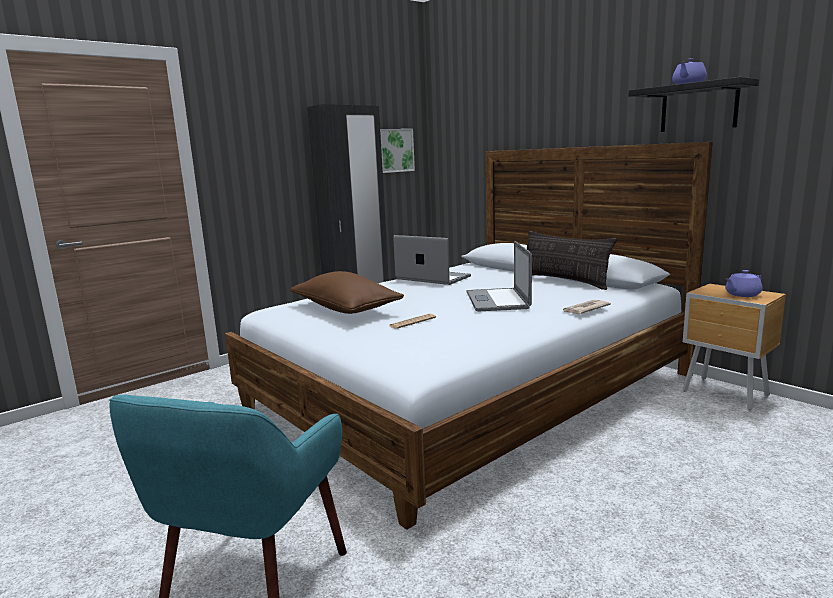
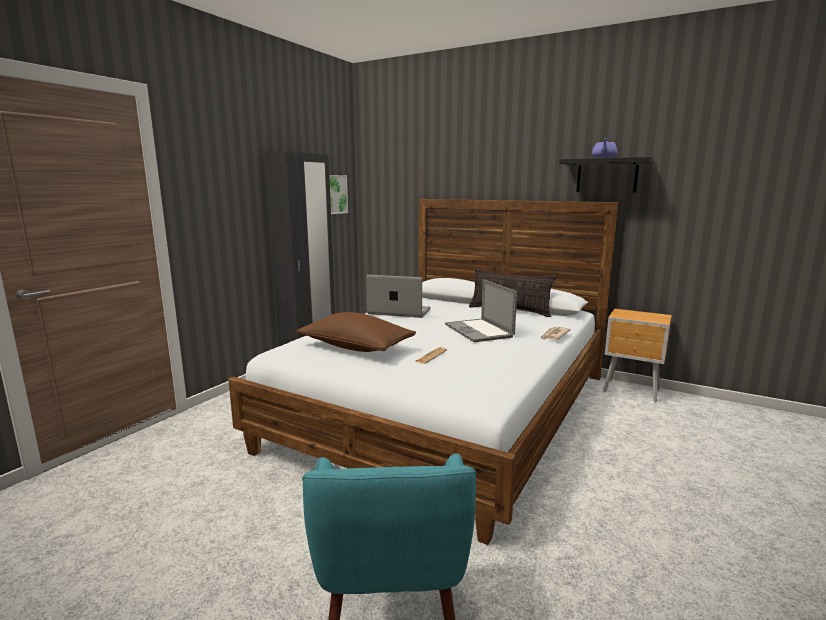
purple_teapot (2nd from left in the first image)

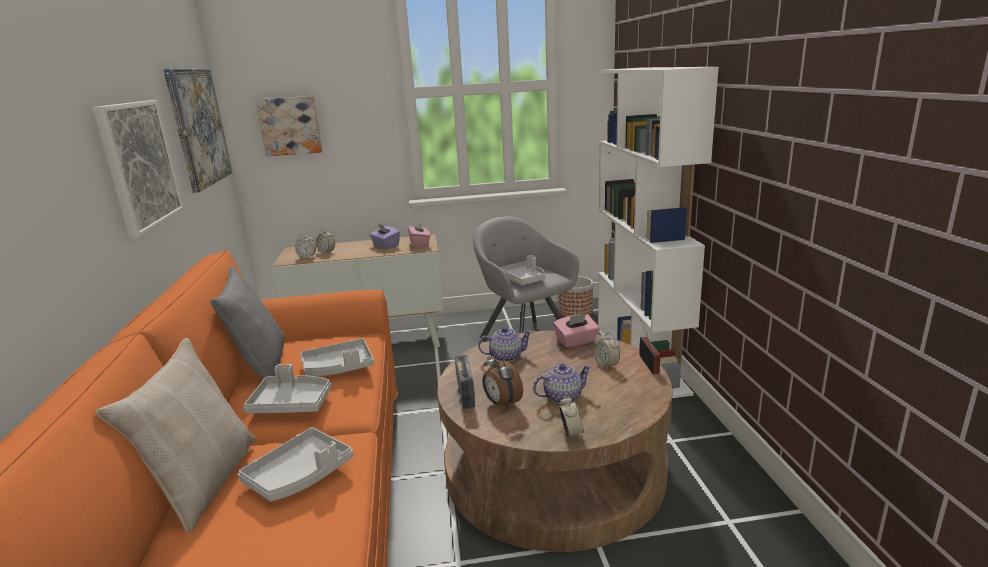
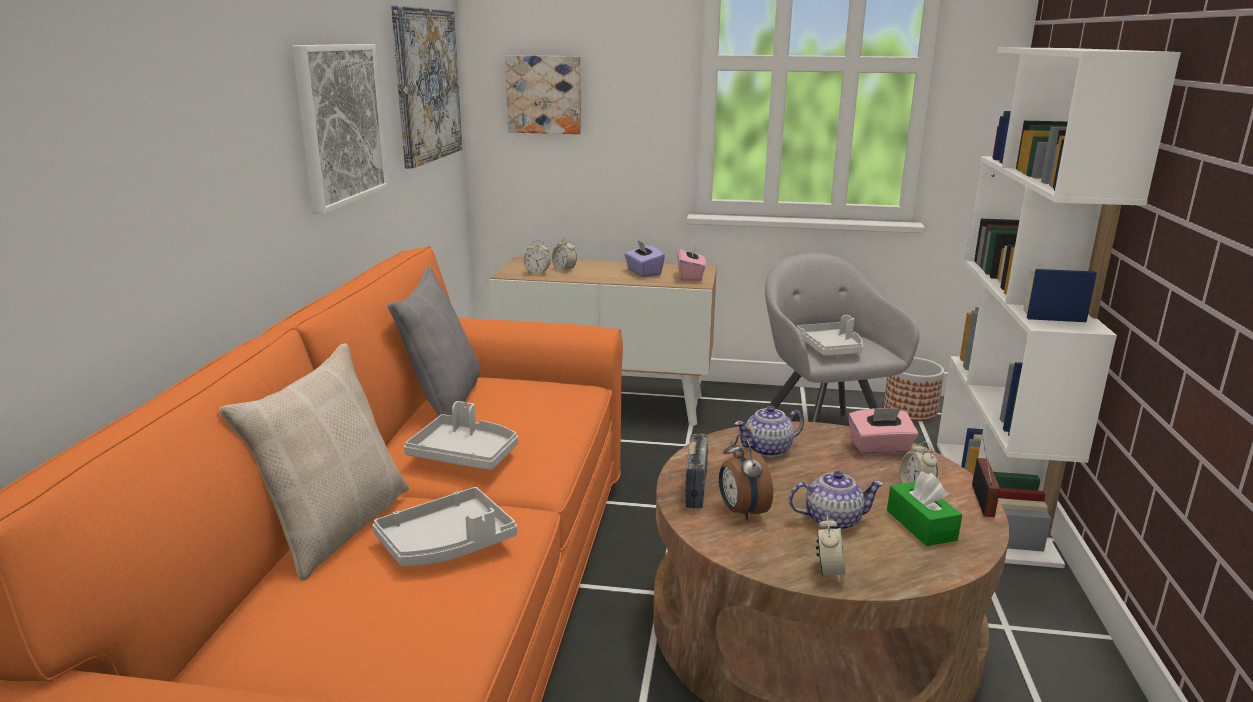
teapot (1st from left)
green_tissue_box
grey_tray (3rd from left in the first image)

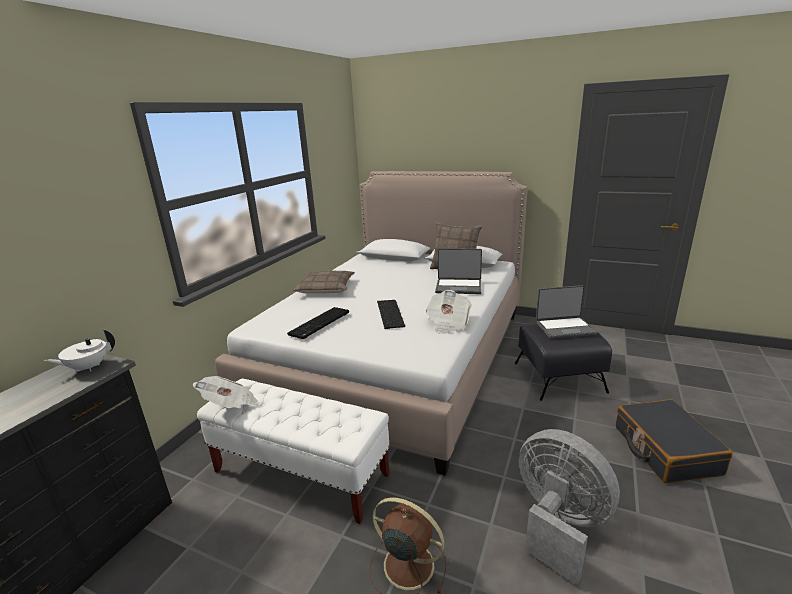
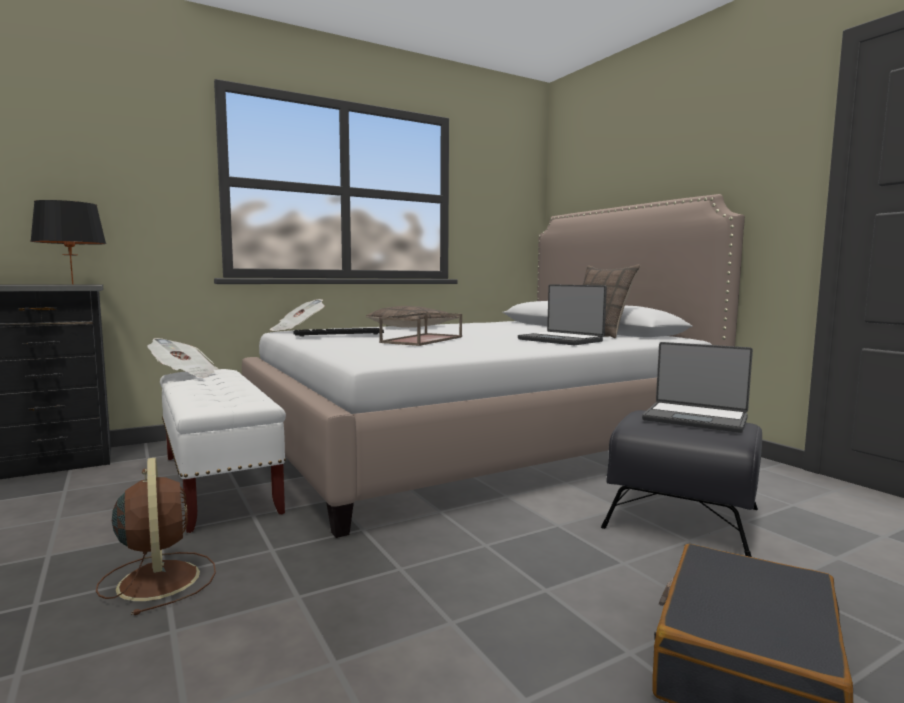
black_table_lamp
newspaper (2nd from left)
brown_tray
grey_fan

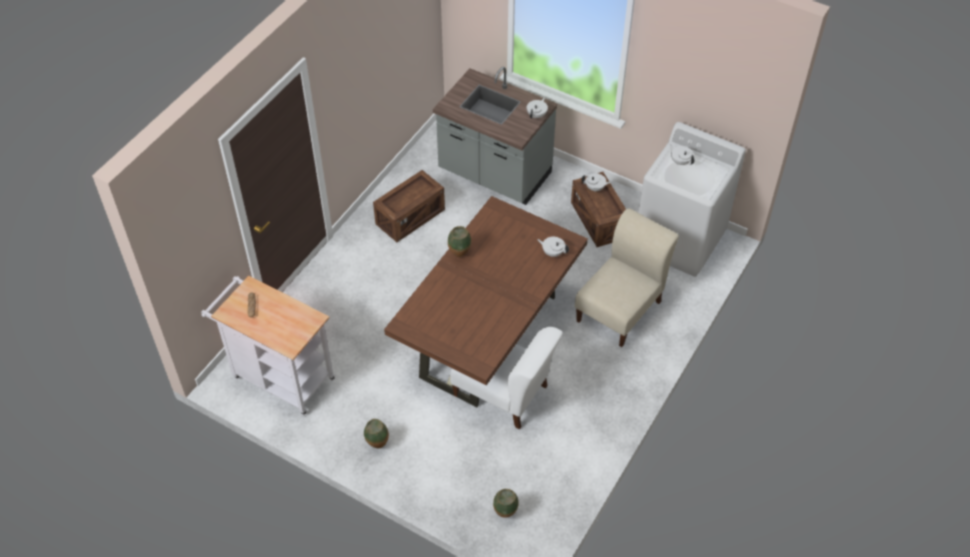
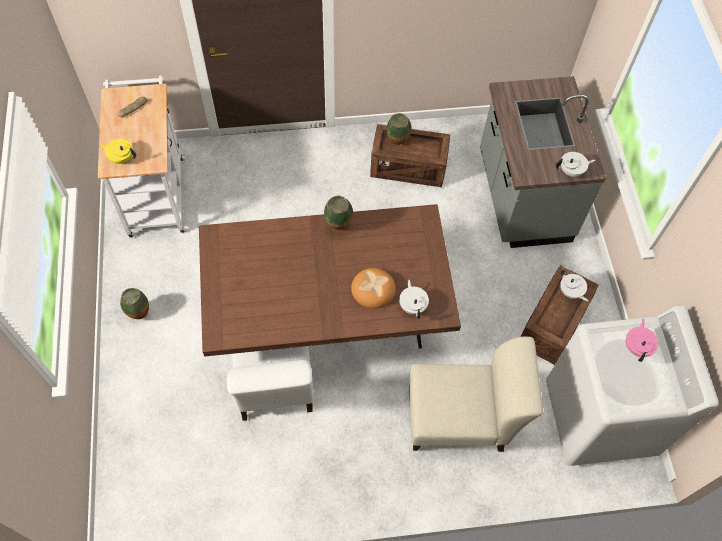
yellow_teapot
bread (2nd from left)
vase (3rd from left)
pink_teapot

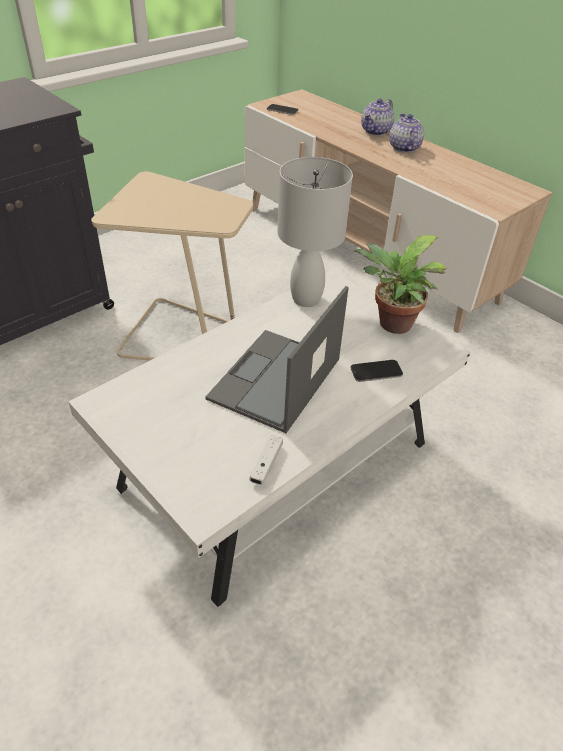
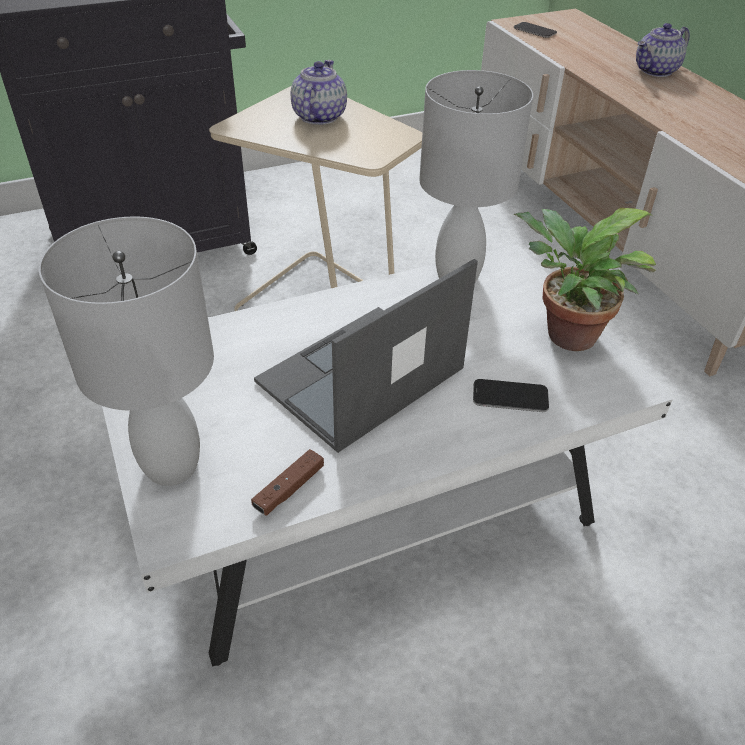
white_table_lamp (1st from left)
brown_game_controller
teapot (1st from left)

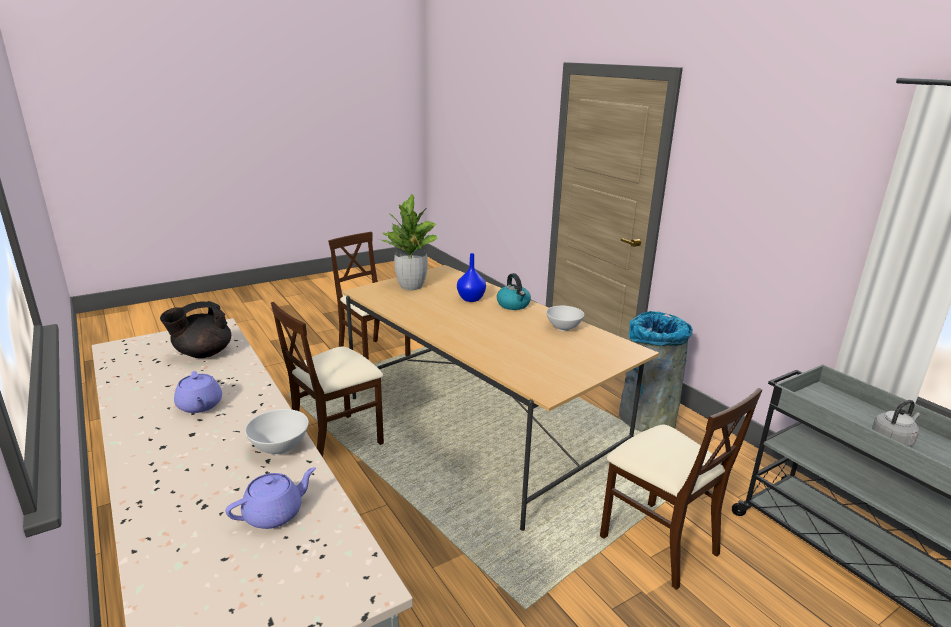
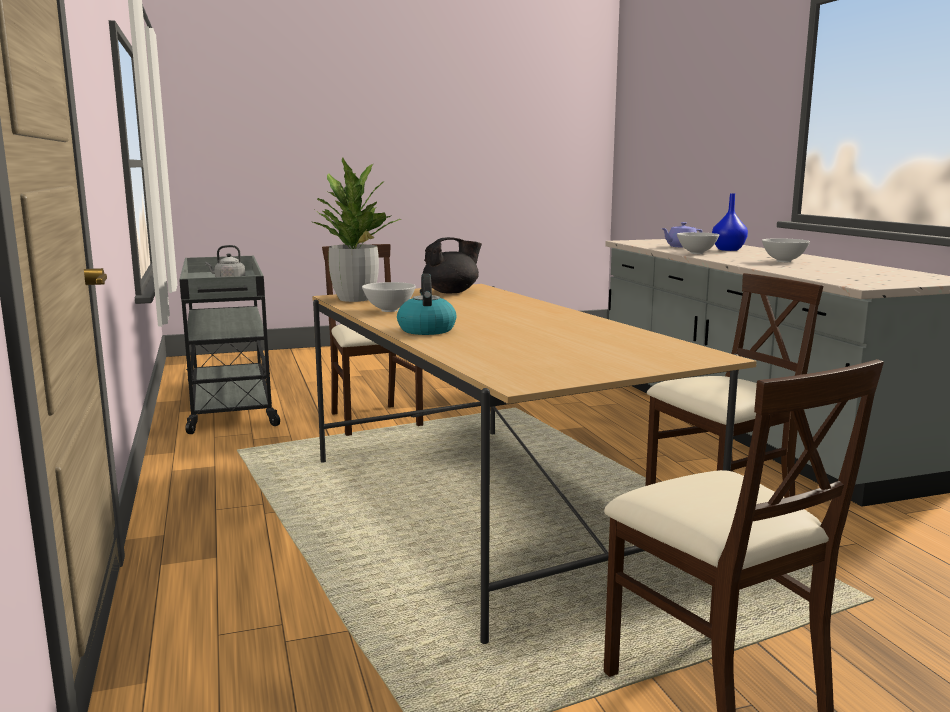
potted_plant
black_teapot
blue_vase
white_bowl (3rd from left)
grey_trash_can

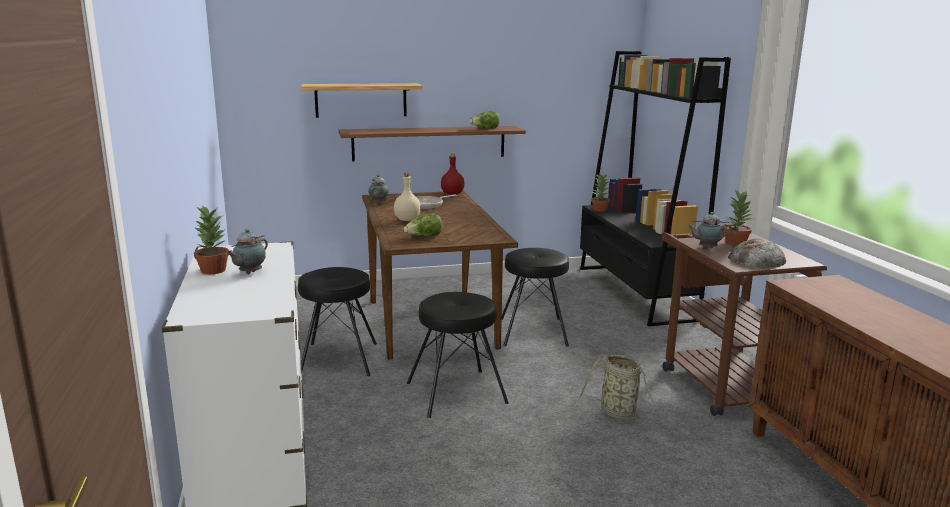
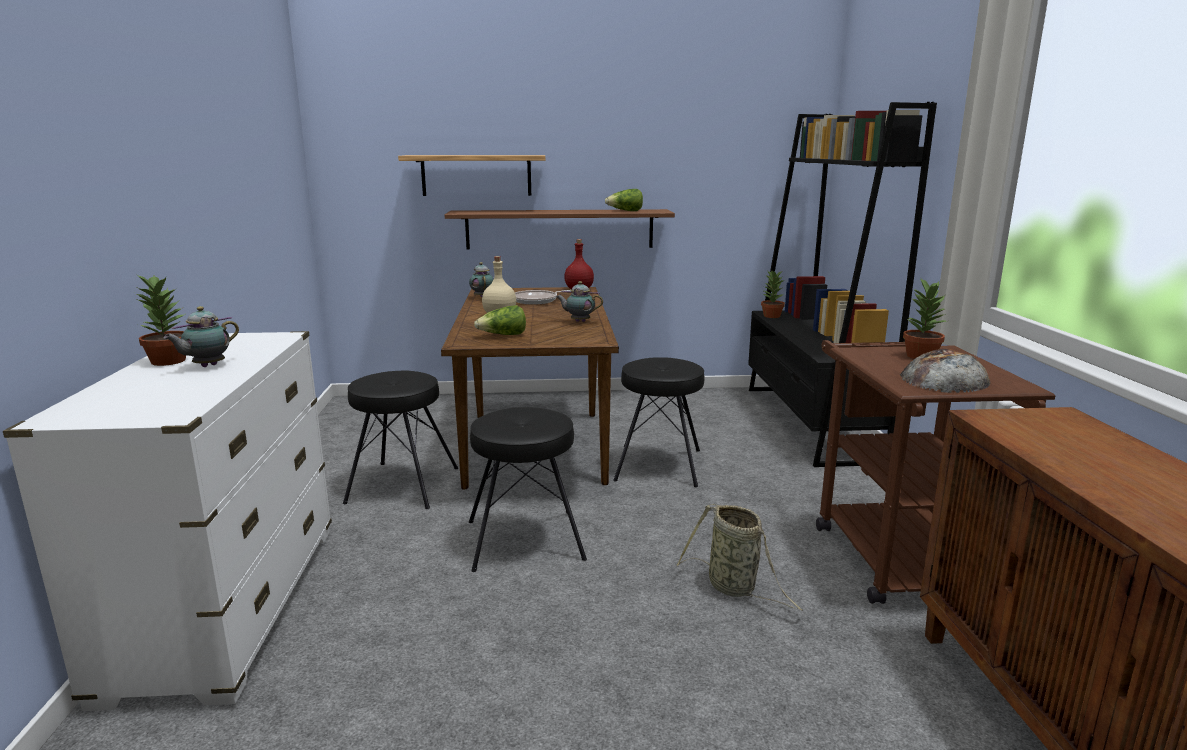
teapot (3rd from left)

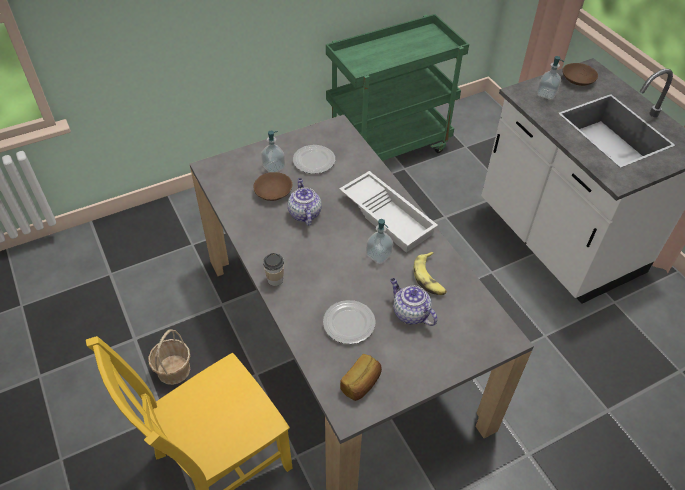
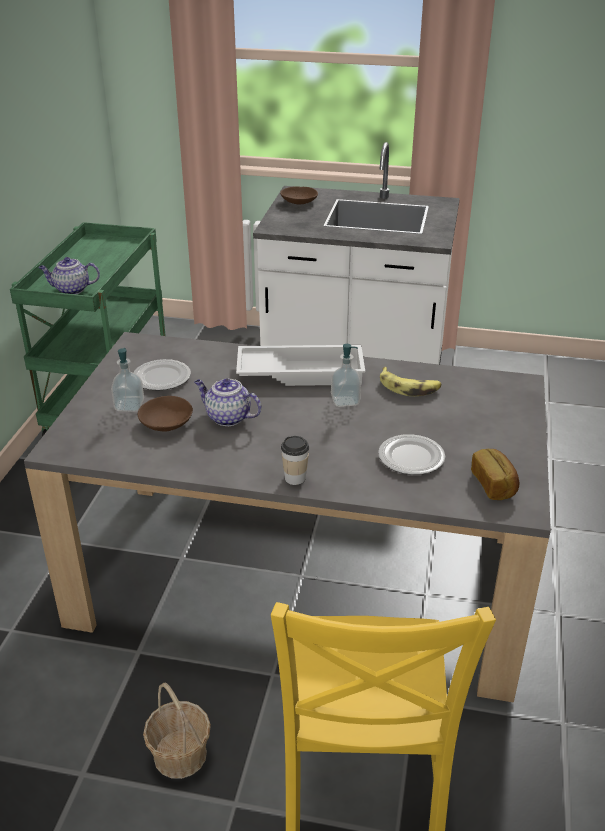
teapot (1st from left)
soap_dispenser (3rd from left in the first image)

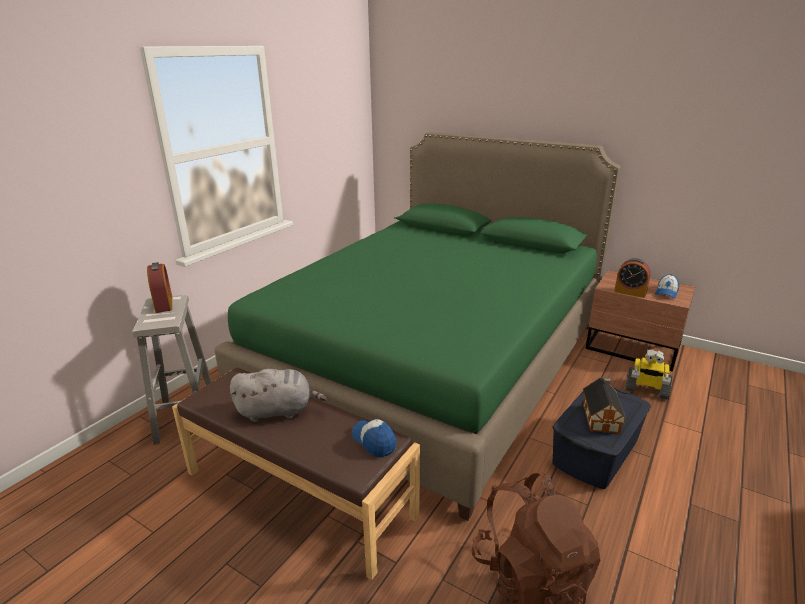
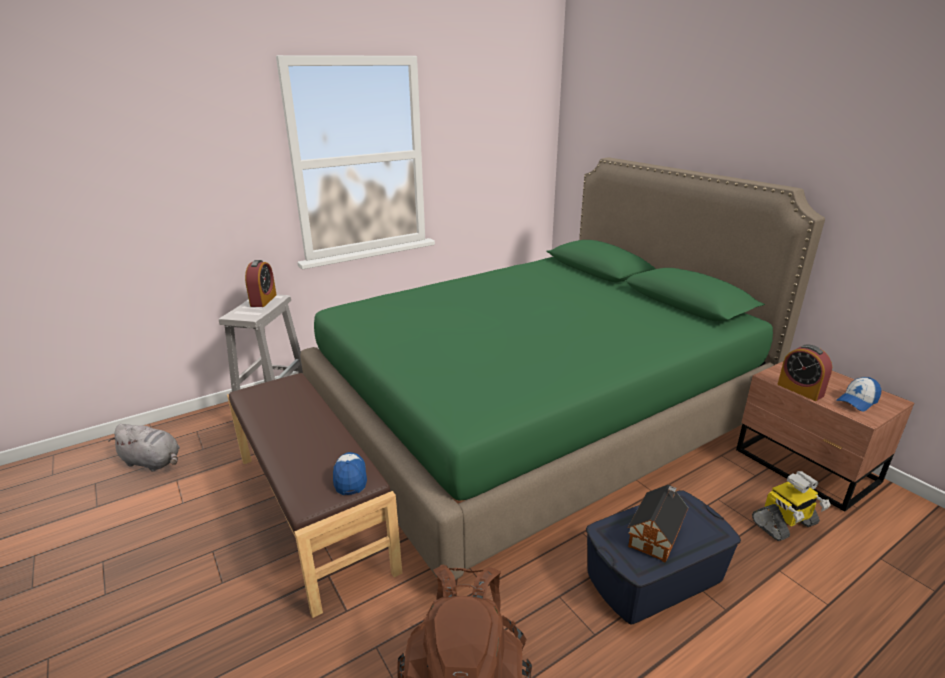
grey_plush_toy
toy_robot

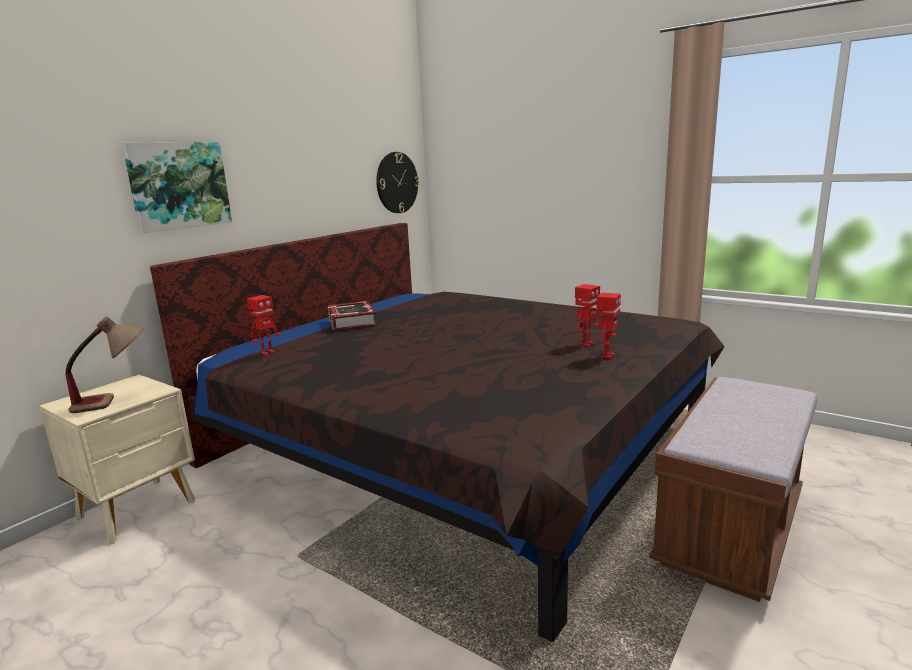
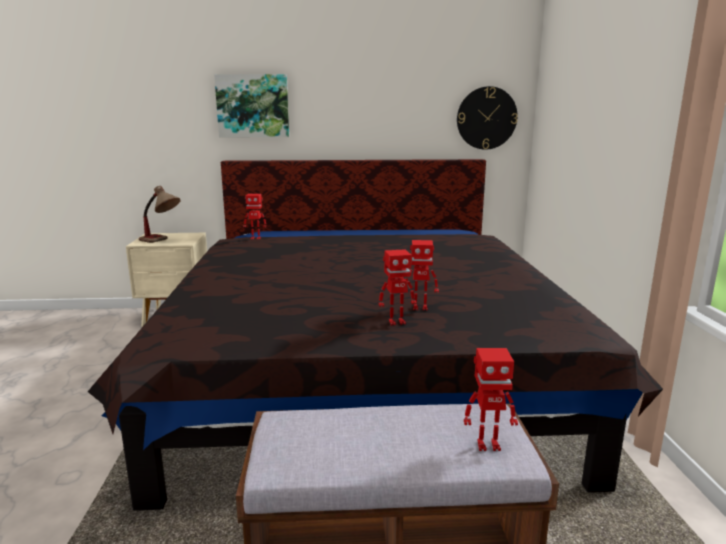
toy_robot (4th from left)
book

